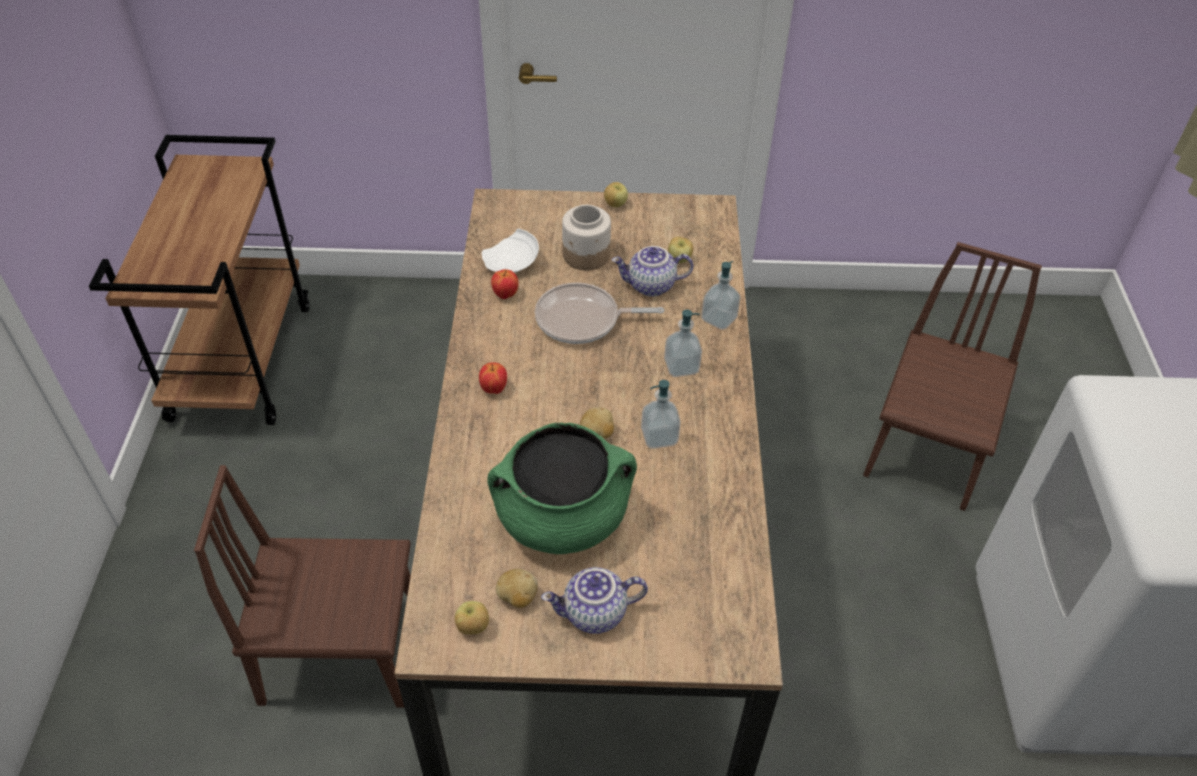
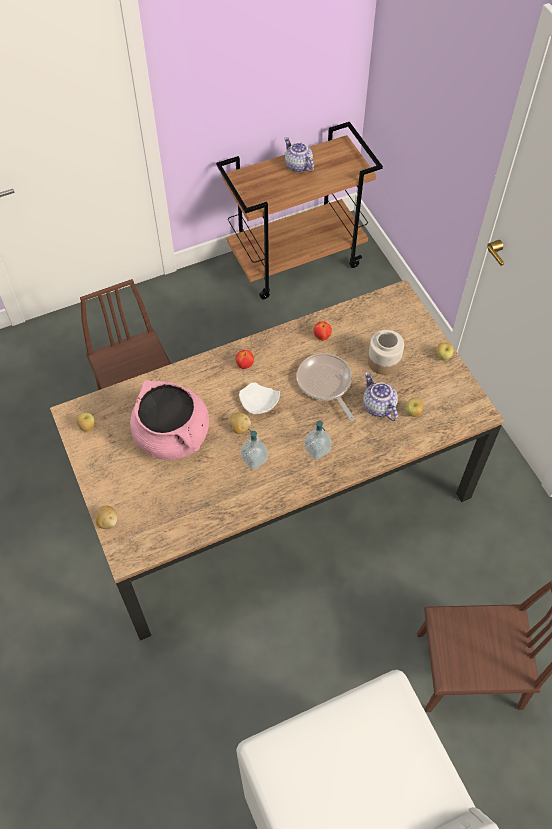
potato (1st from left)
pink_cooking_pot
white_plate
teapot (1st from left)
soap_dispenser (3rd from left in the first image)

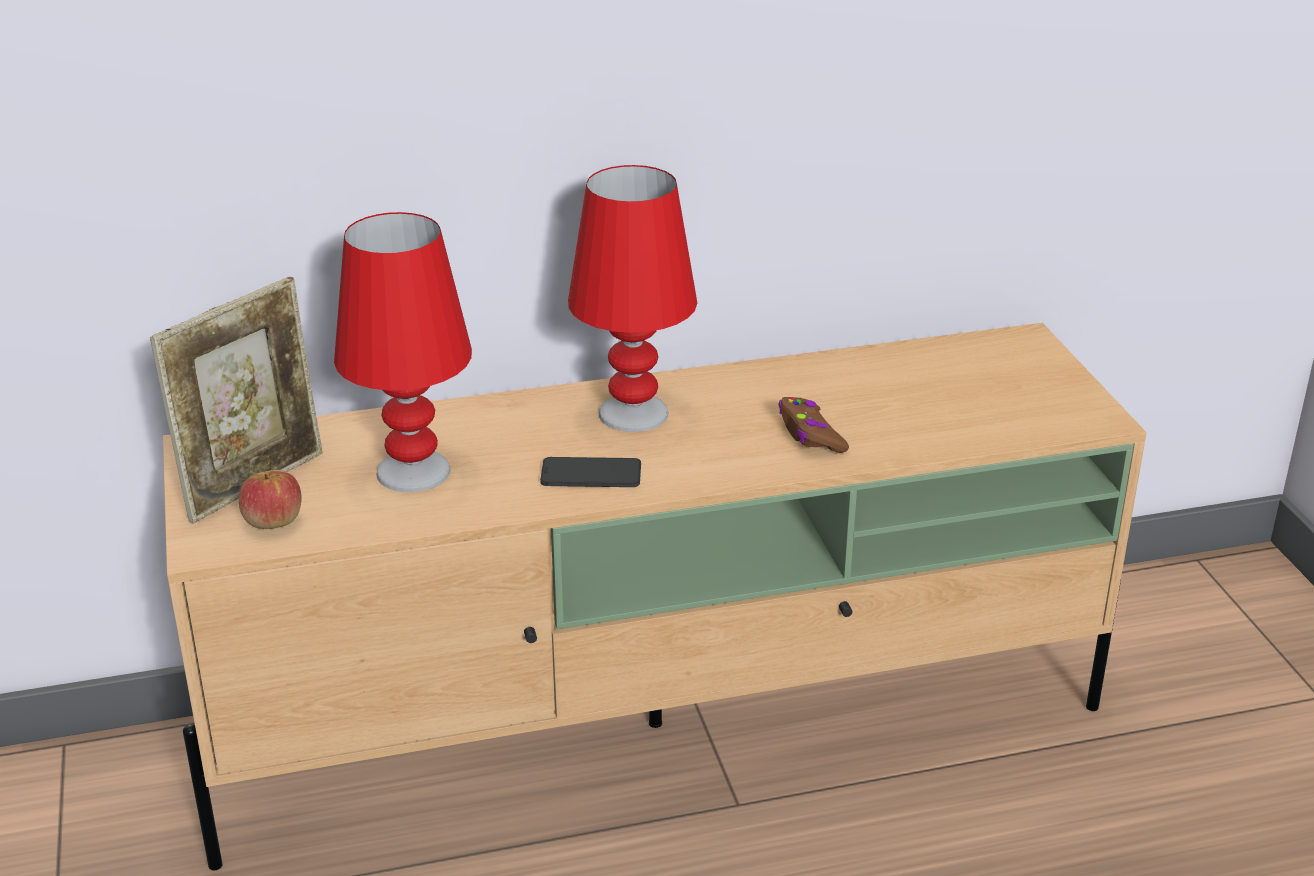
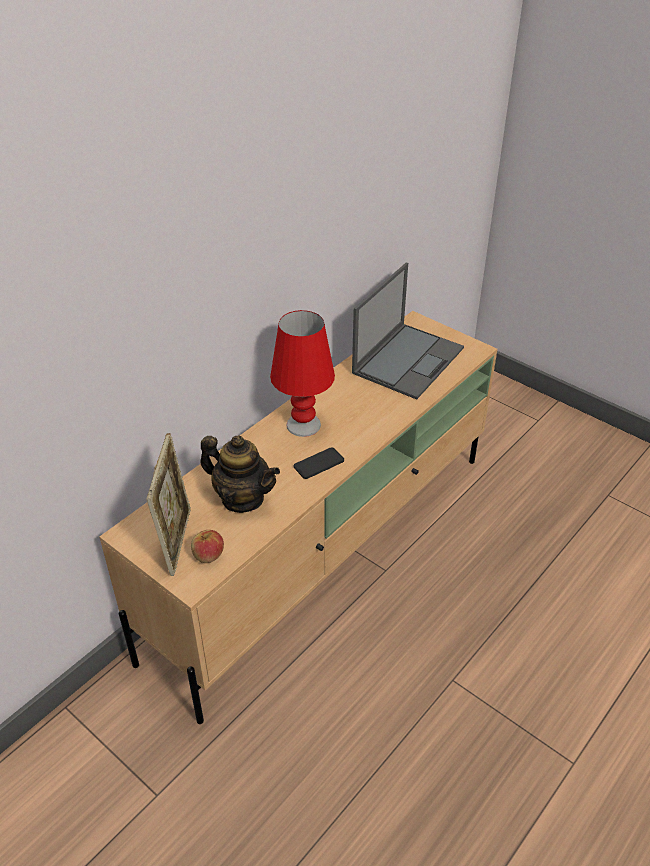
teapot
laptop
brown_game_controller

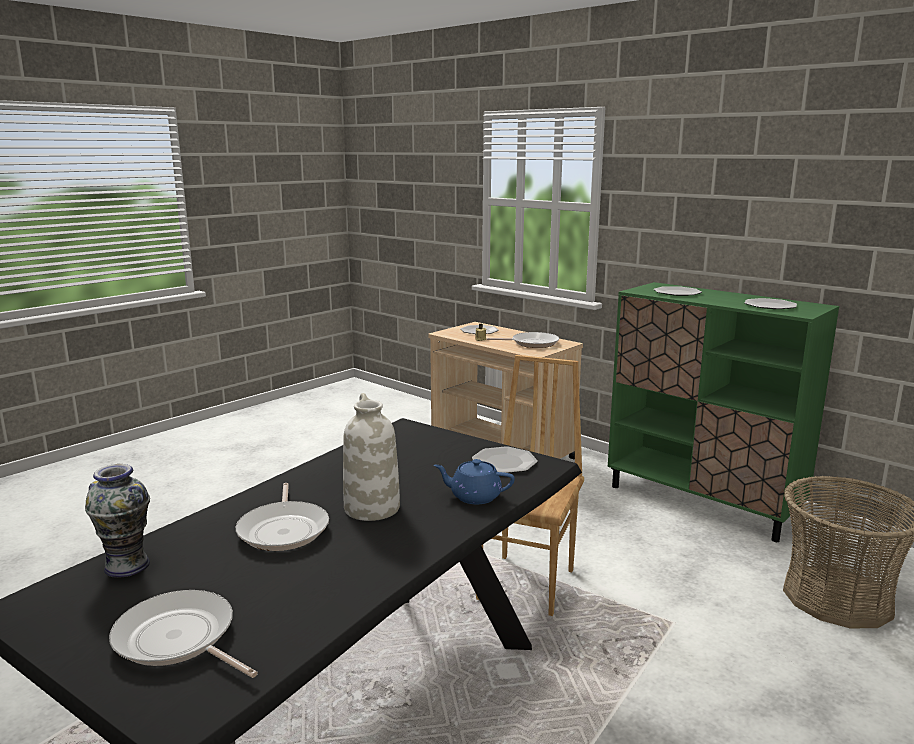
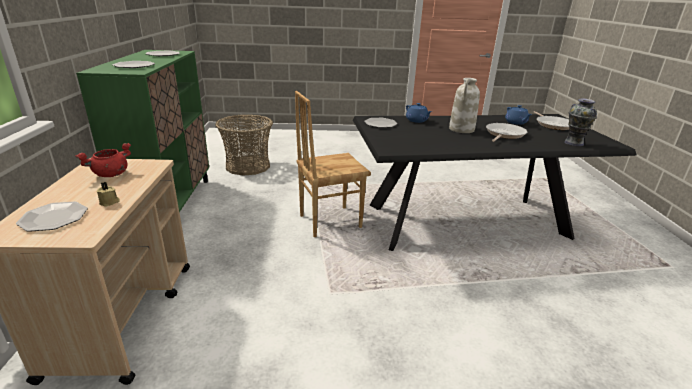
red_cooking_pot
blue_teapot (2nd from left)

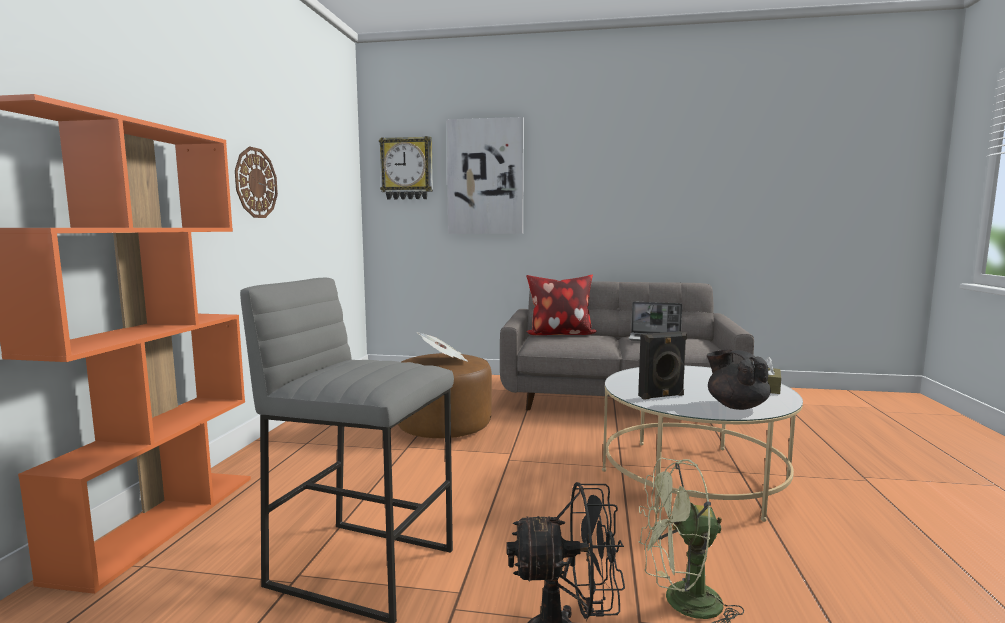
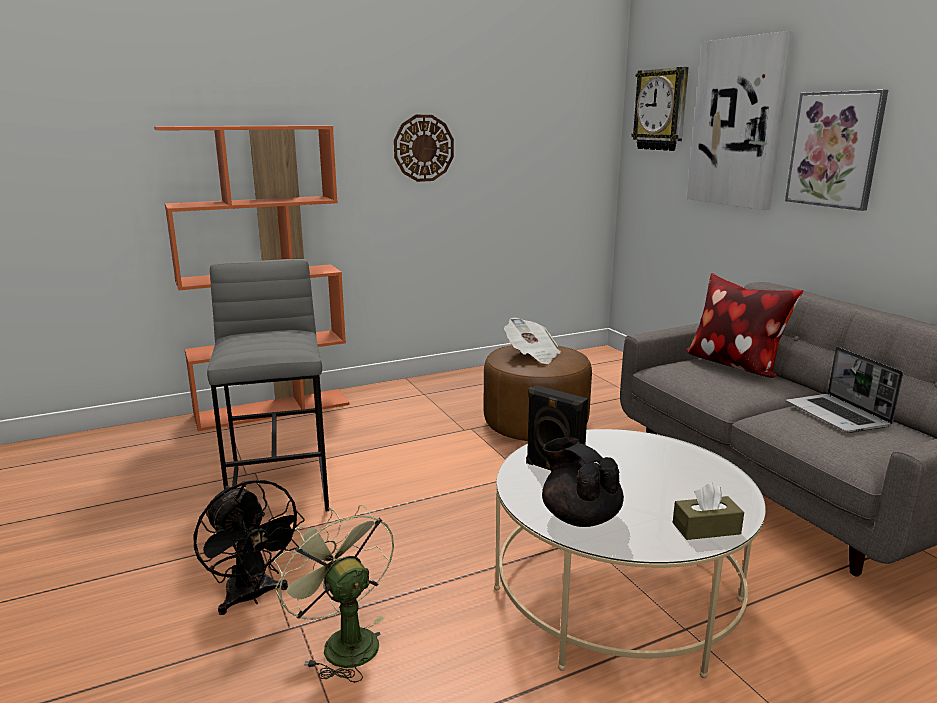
black_teapot
picture (2nd from left)

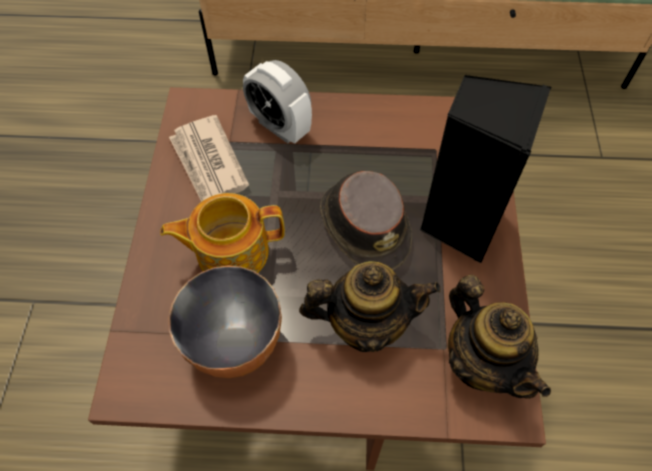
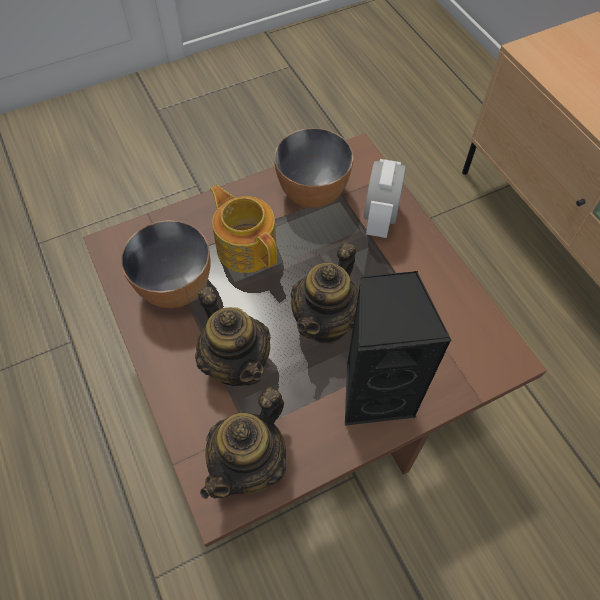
bowl (2nd from left)
teapot (4th from left)

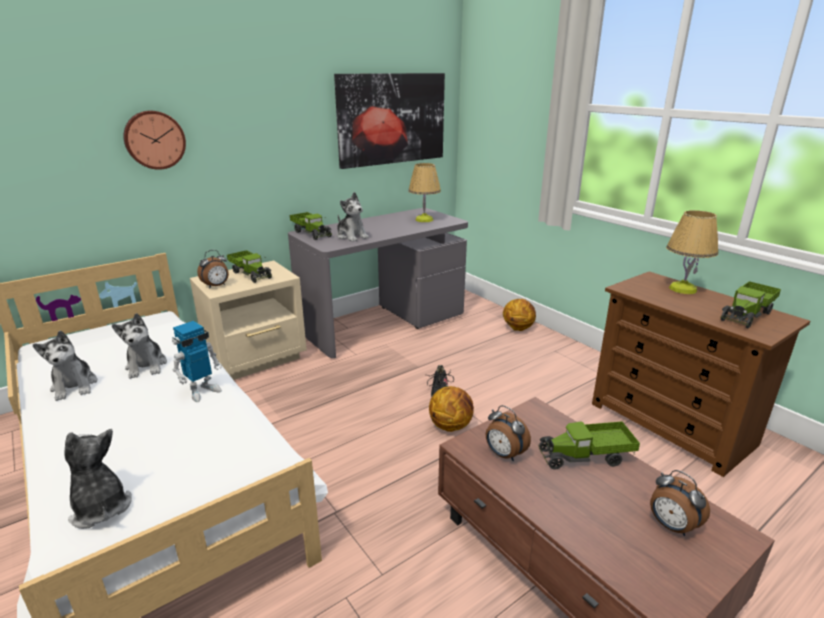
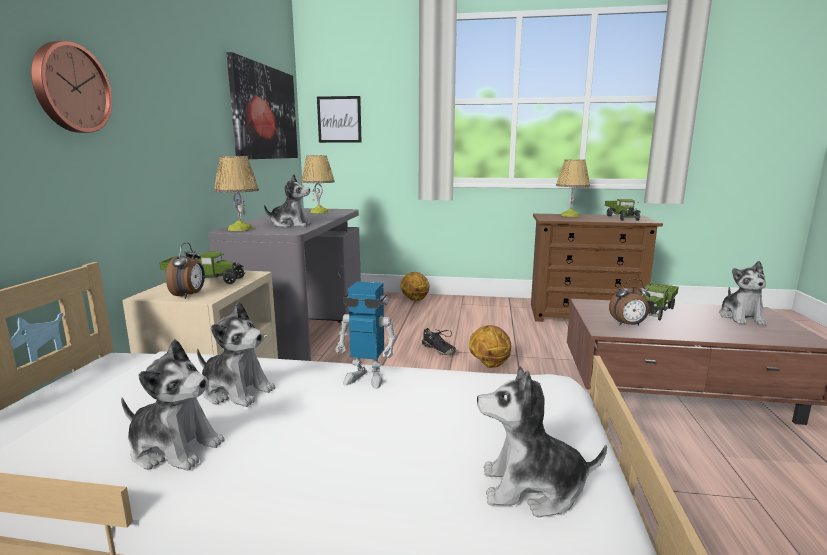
table_lamp (1st from left)
picture (2nd from left)
toy_robot
plush_toy (5th from left)

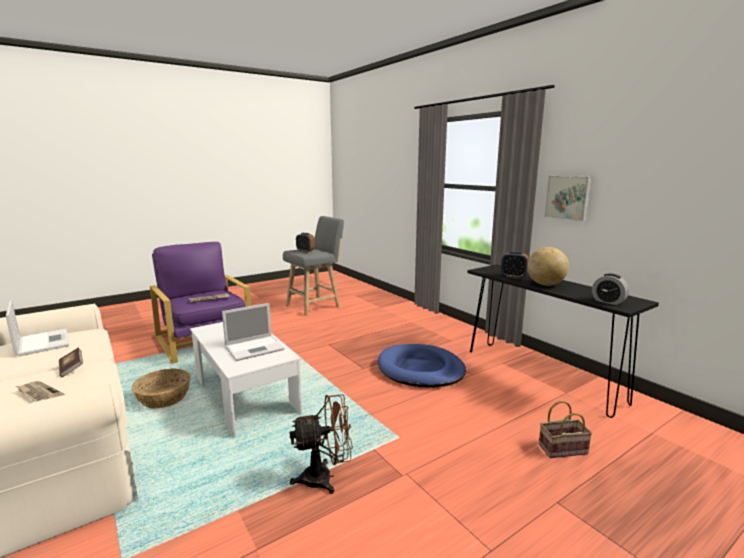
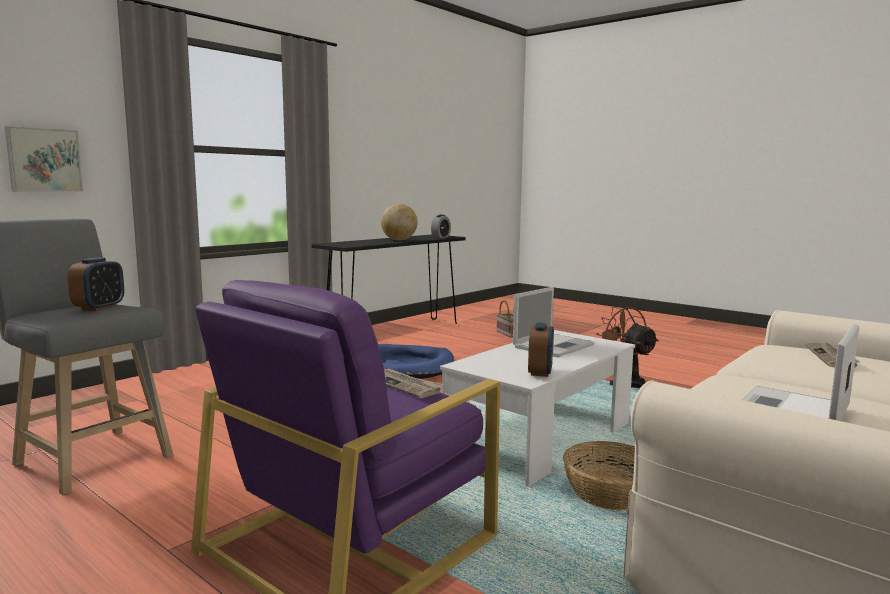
picture
laptop (1st from left)
alarm_clock (3rd from left)
book

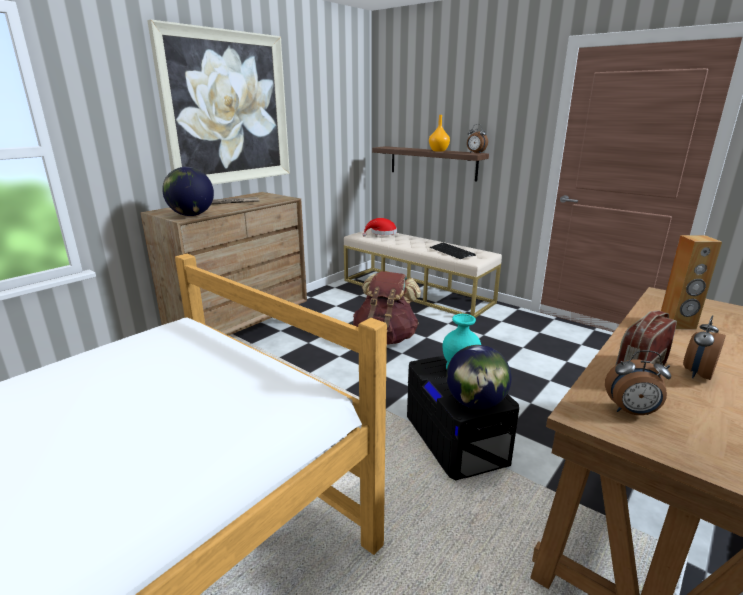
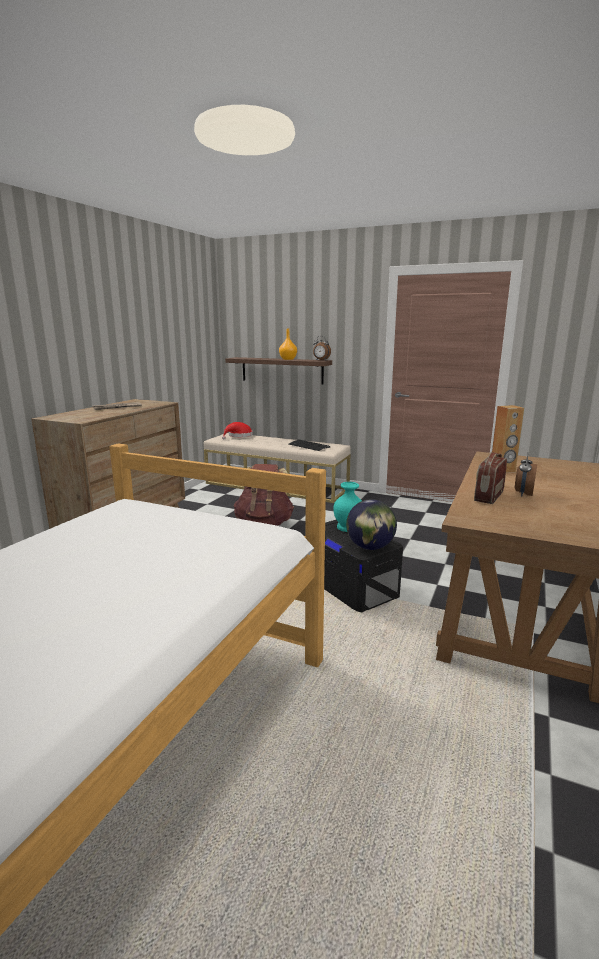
picture
globe (1st from left in the first image)
alarm_clock (2nd from left in the first image)

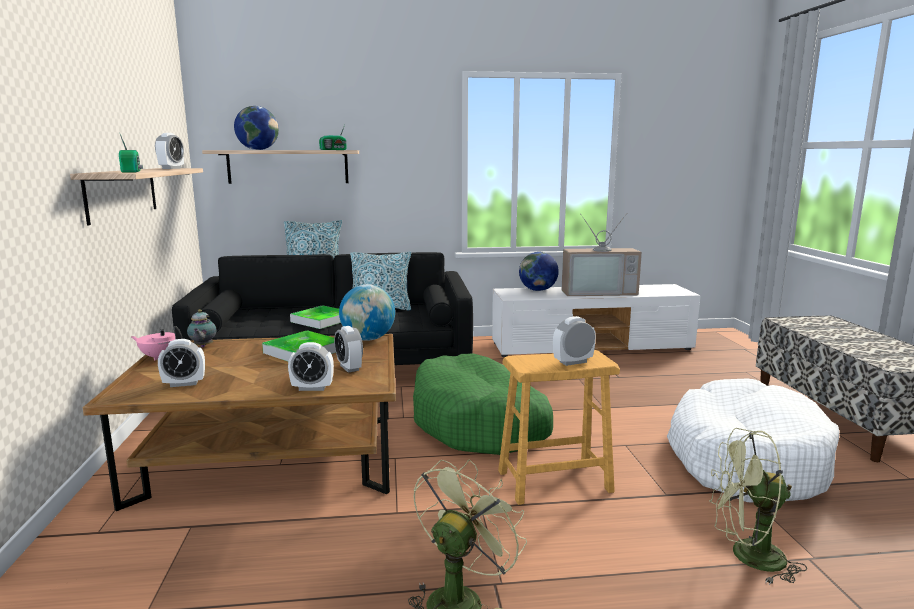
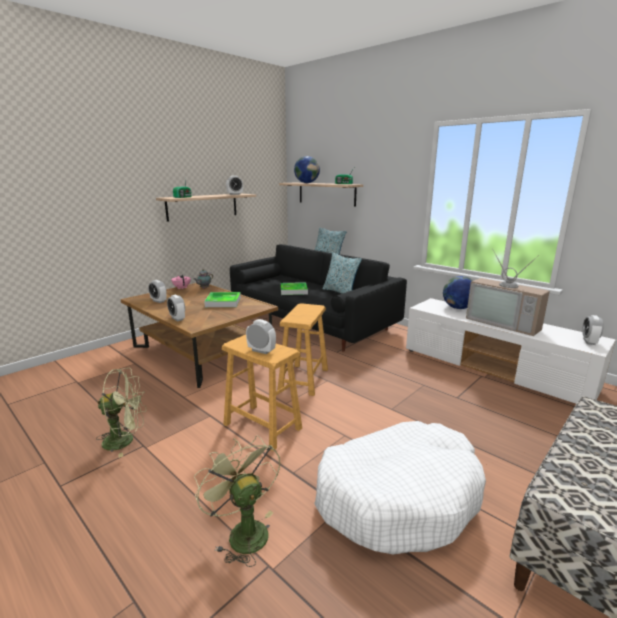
brown_stool (2nd from left)
alarm_clock (5th from left)
globe (2nd from left in the first image)

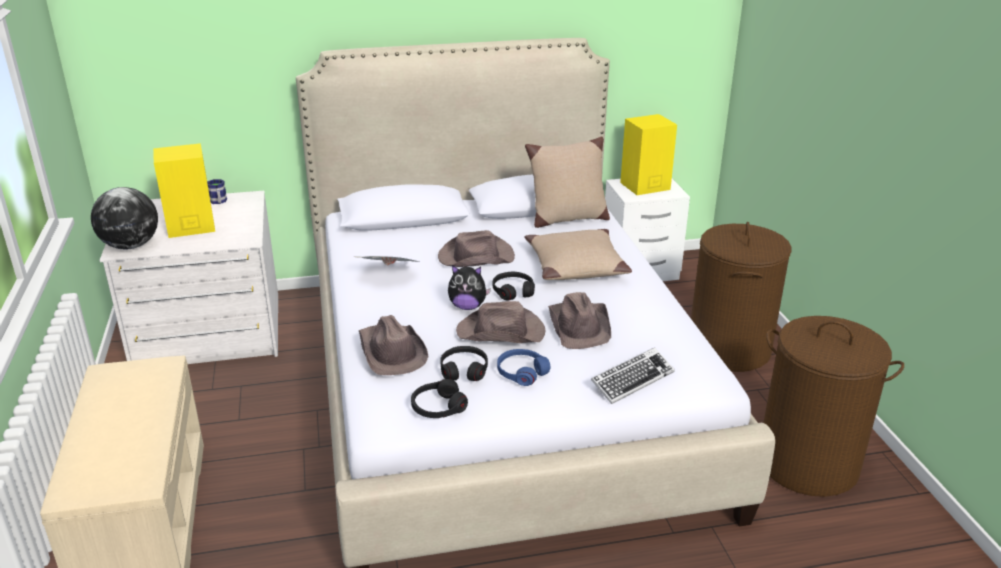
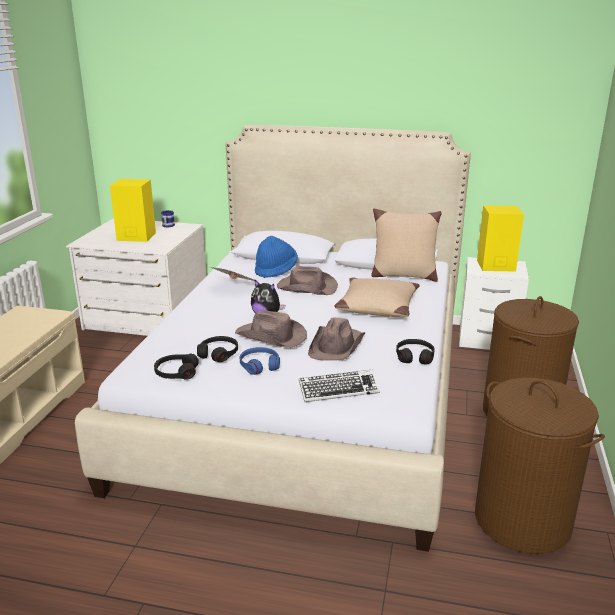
blue_hat
black_headphones (3rd from left)
globe
brown_hat (1st from left in the first image)

